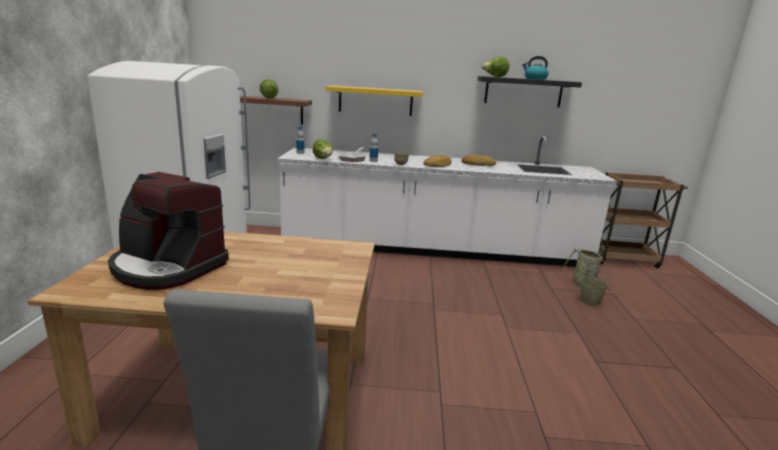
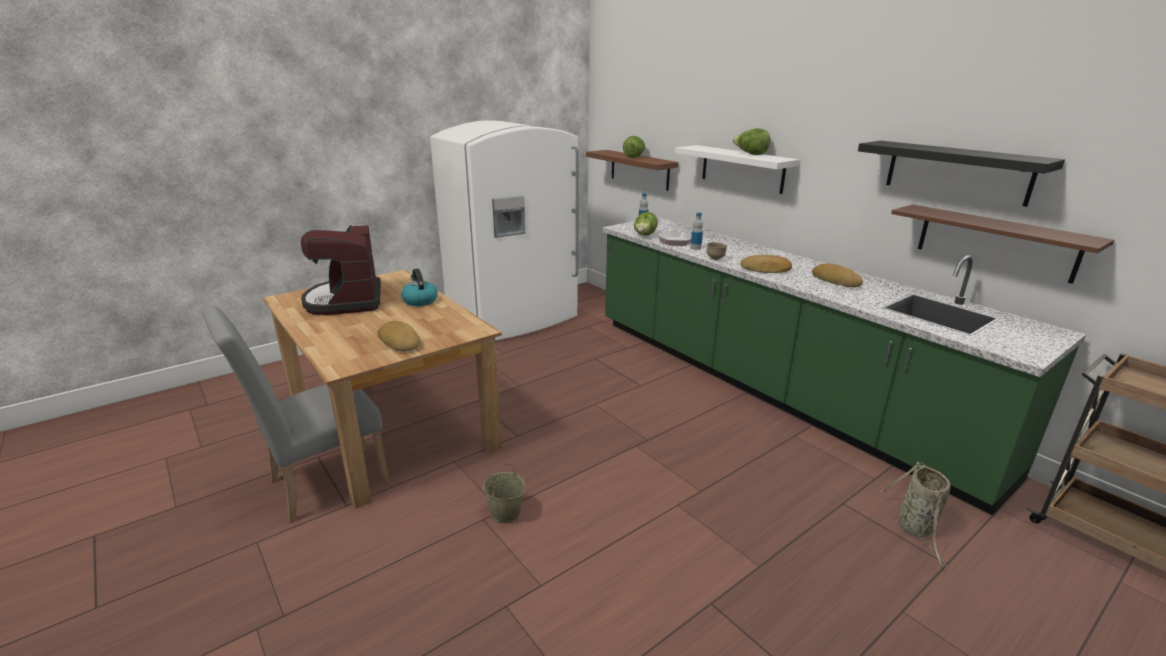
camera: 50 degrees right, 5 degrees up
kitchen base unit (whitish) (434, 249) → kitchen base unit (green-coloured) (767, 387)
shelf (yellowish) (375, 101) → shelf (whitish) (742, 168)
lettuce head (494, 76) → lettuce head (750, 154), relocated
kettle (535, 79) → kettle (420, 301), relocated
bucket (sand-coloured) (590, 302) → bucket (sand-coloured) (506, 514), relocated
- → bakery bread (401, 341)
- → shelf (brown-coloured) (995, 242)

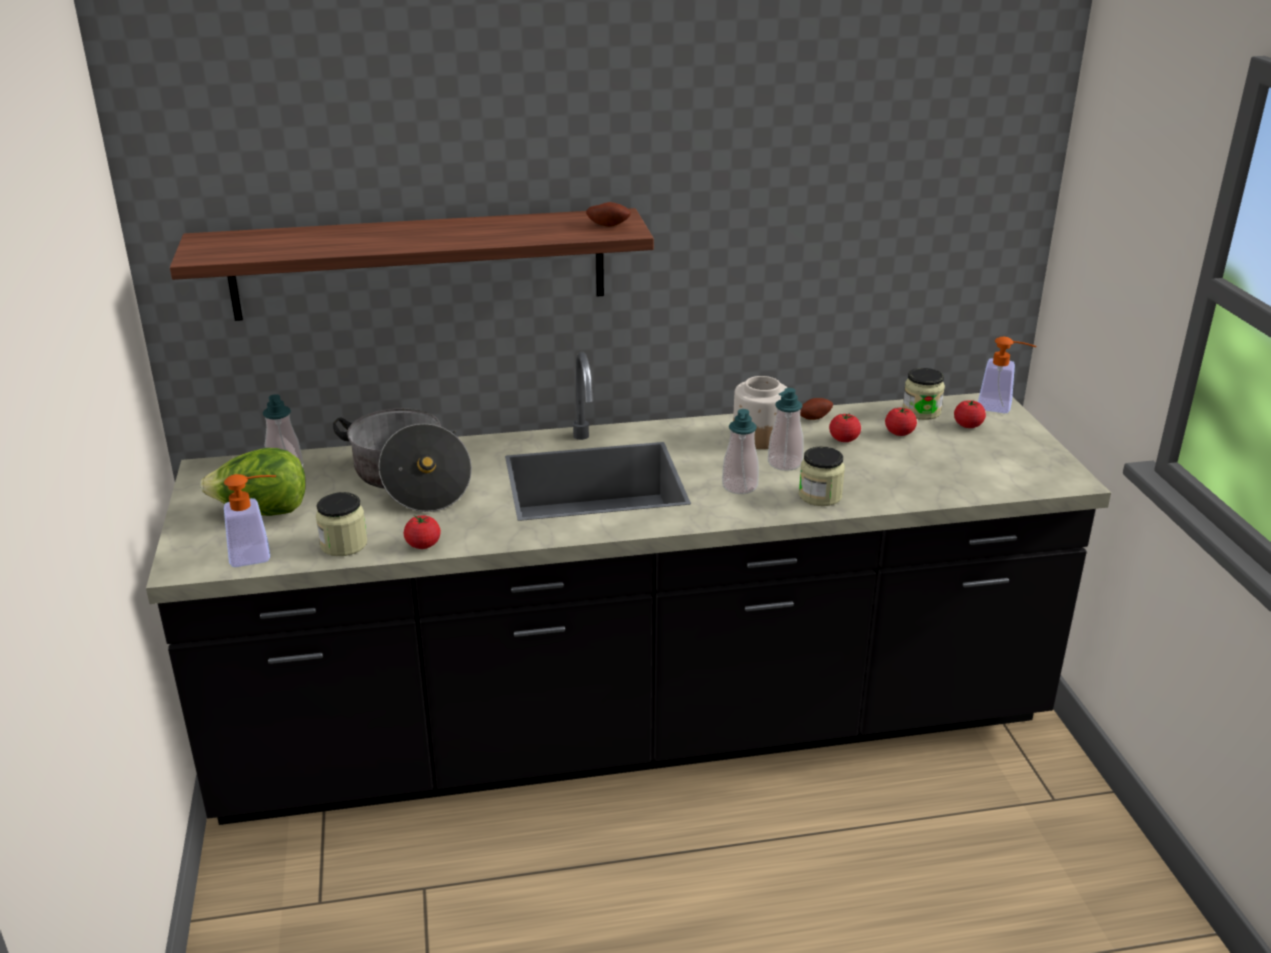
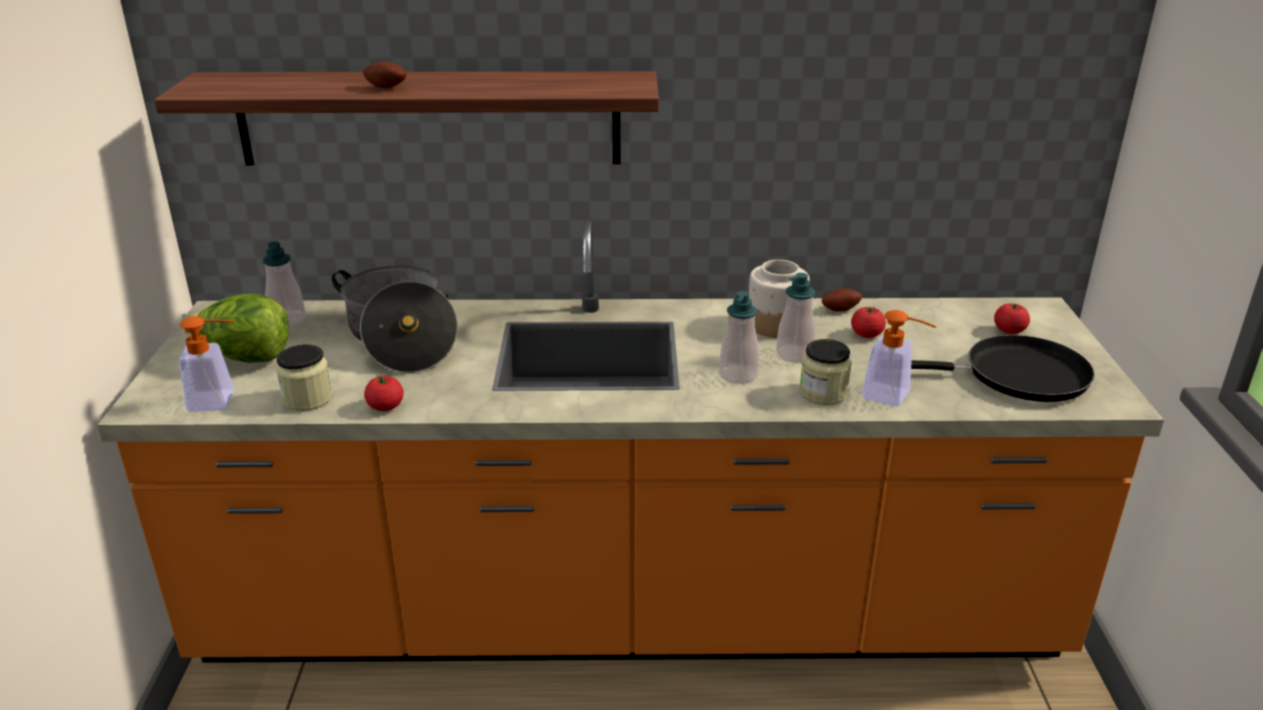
camera: 10 degrees right, 0 degrees up
kitchen base unit (black) (635, 728) → kitchen base unit (orange) (631, 613)
spud (608, 225) → spud (387, 87), relocated
tomato (899, 433) → -
jar (921, 411) → -
soap bottle (1001, 407) → soap bottle (894, 397), relocated
- → skillet (black) (1016, 376)

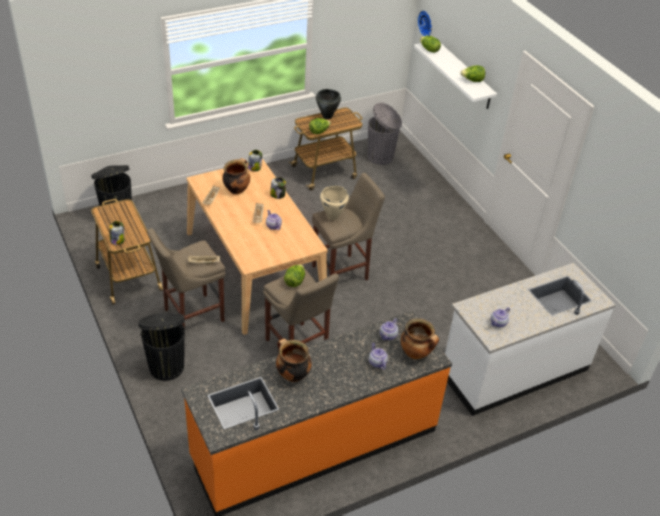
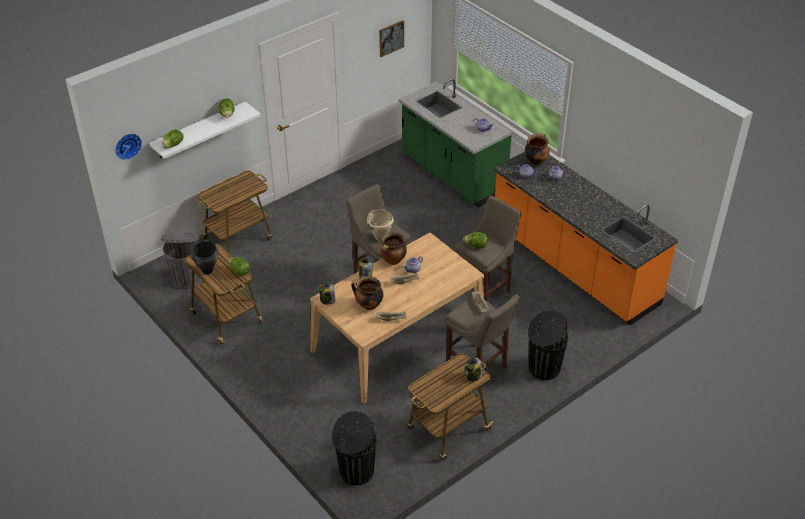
camera: 100 degrees left, 0 degrees up
stockpot (292, 375) → stockpot (393, 261), relocated
kitchen base unit (whitish) (513, 370) → kitchen base unit (green-coloured) (452, 175)
- → trolley (238, 238)
- → picture (391, 38)

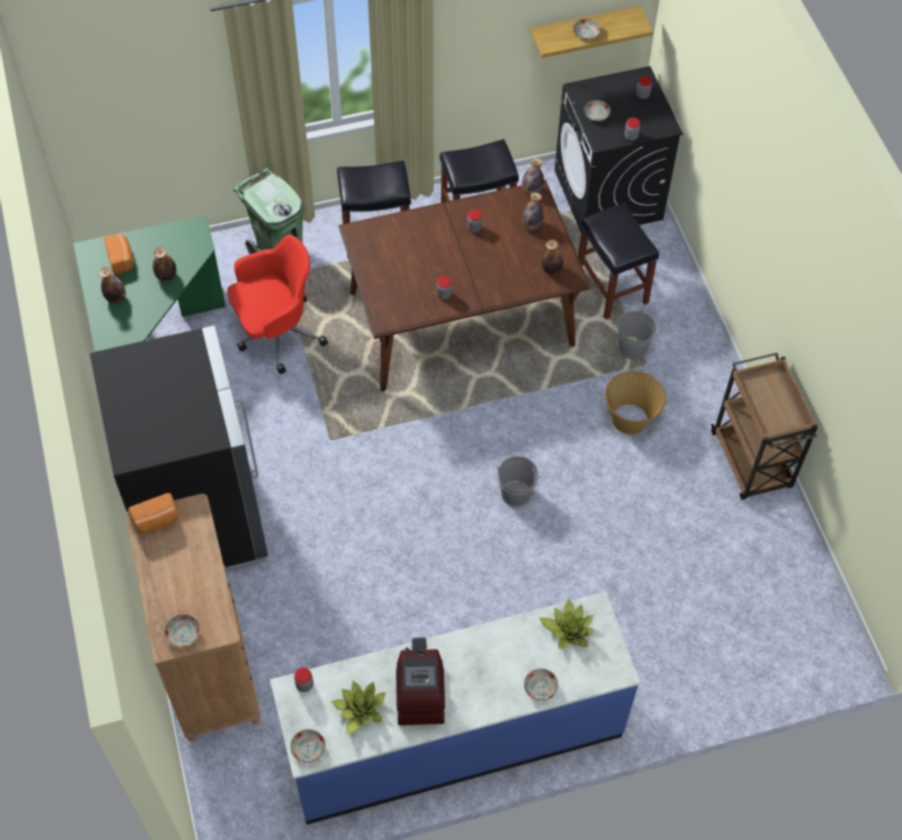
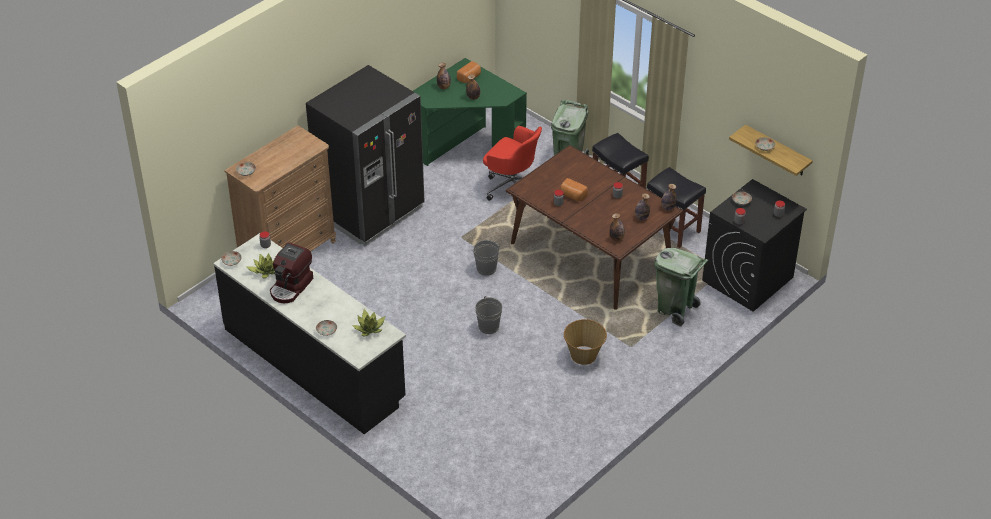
camera: 60 degrees right, 15 degrees down
bakery bread (156, 521) → bakery bread (572, 195), relocated
kitchen base unit (blue-coloured) (453, 736) → kitchen base unit (black) (314, 364)
coffee machine (419, 691) → coffee machine (291, 287), 150 degrees clockwise
stool seat (black) (612, 288) → rubbish bin (green-coloured) (675, 309)
bucket (gray) (632, 348) → bucket (gray) (486, 268), relocated
trolley (brown-coloured) (752, 462) → -

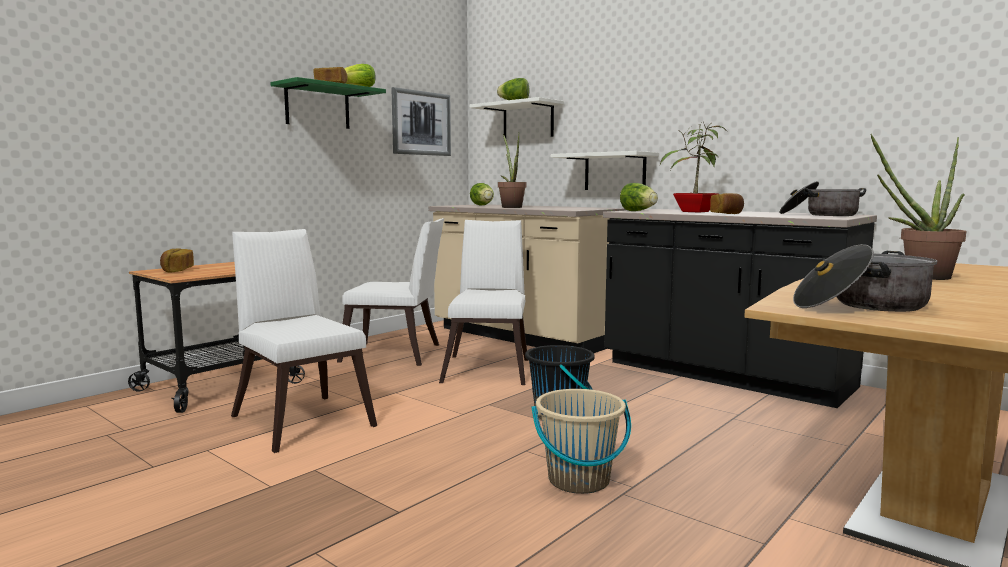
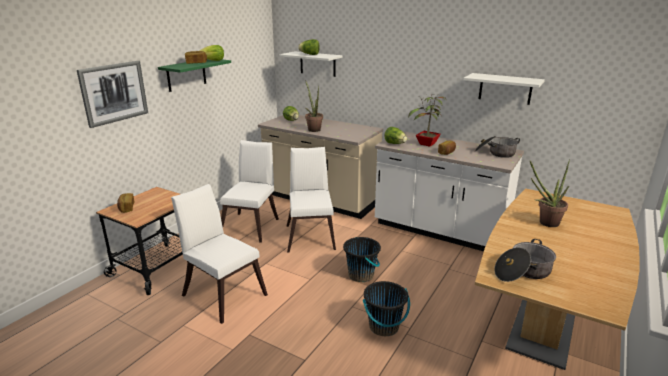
camera: 10 degrees left, 15 degrees up
upright chair (whitish) (397, 355) → upright chair (whitish) (252, 225), 75 degrees counterclockwise
picture (421, 123) → picture (114, 93), relocated
bucket (sand-coloured) (579, 480) → bucket (black) (384, 327)
shelf (whitish) (615, 172) → shelf (whitish) (505, 89), relocated
kitchen base unit (black) (724, 376) → kitchen base unit (whitish) (439, 231)

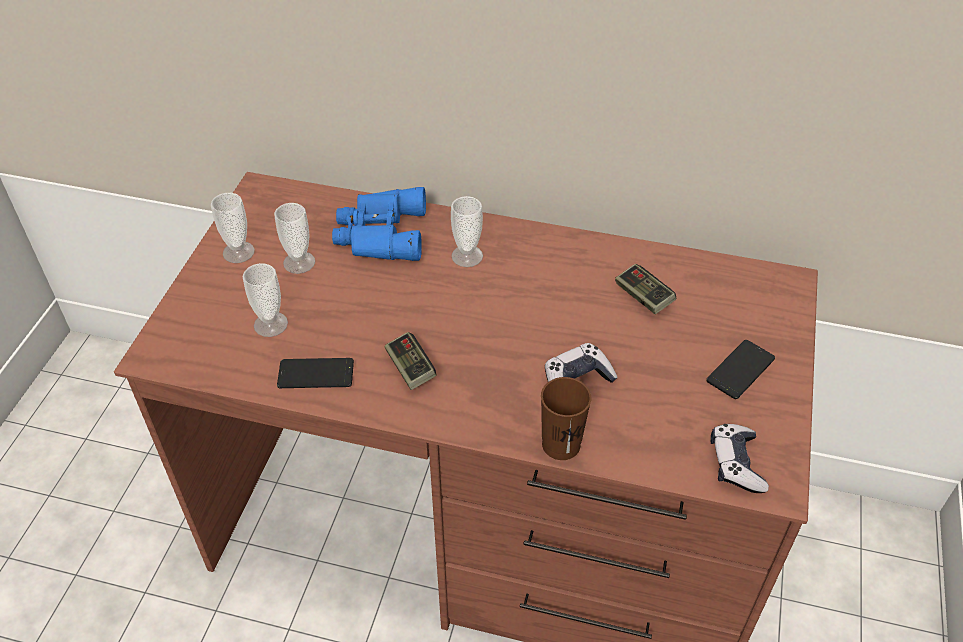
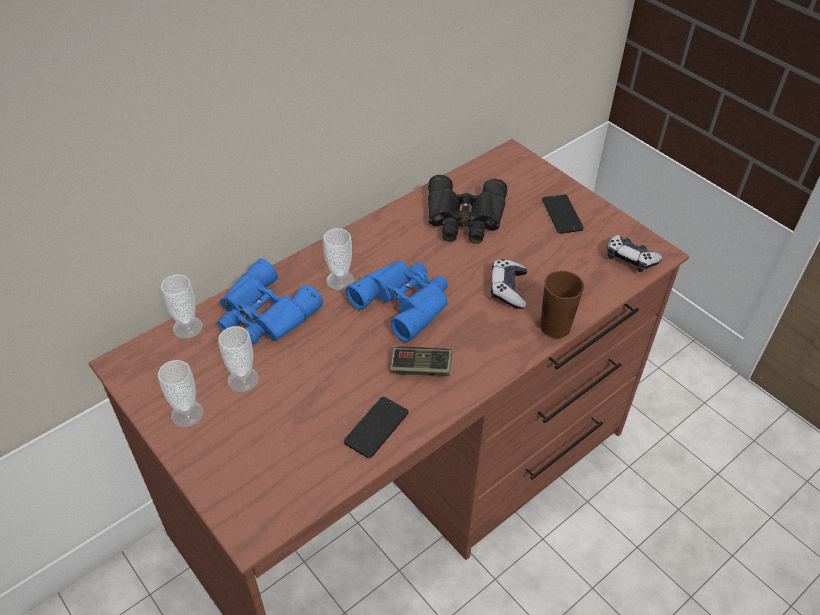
camera: 55 degrees left, 0 degrees up
cup (270, 324) → cup (187, 327), relocated
joypad (643, 296) → field glasses (black) (465, 219)
- → field glasses (blue-coloured) (405, 301)

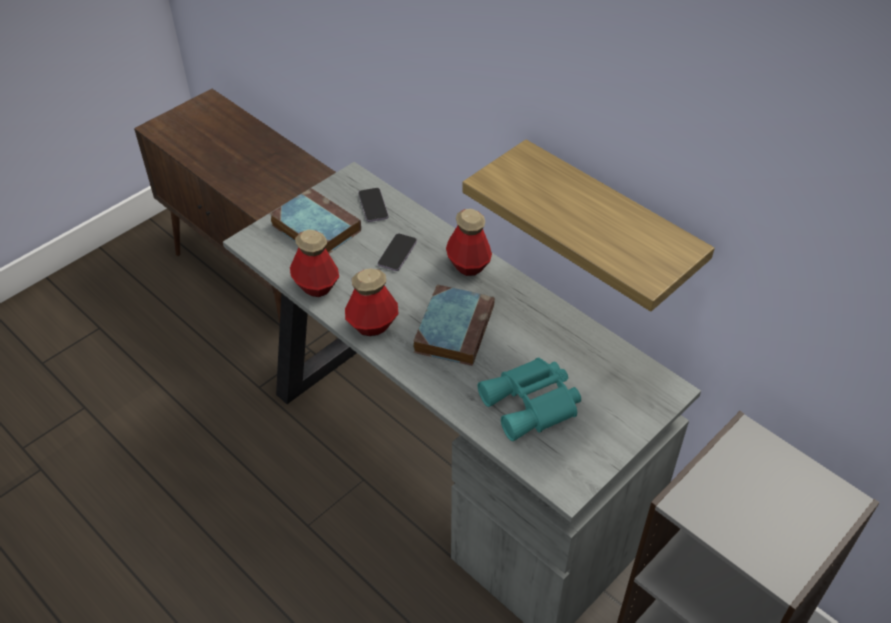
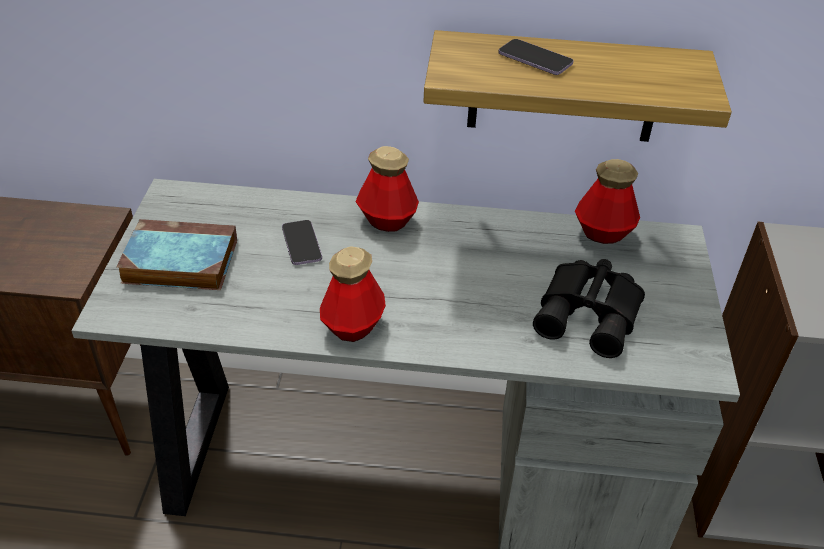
camera: 40 degrees left, 5 degrees down
bottle (316, 286) → bottle (603, 233), relocated
telephone (373, 206) → telephone (535, 59), relocated
volume (454, 328) → -
field glasses (blue-green) (532, 405) → field glasses (black) (591, 314)

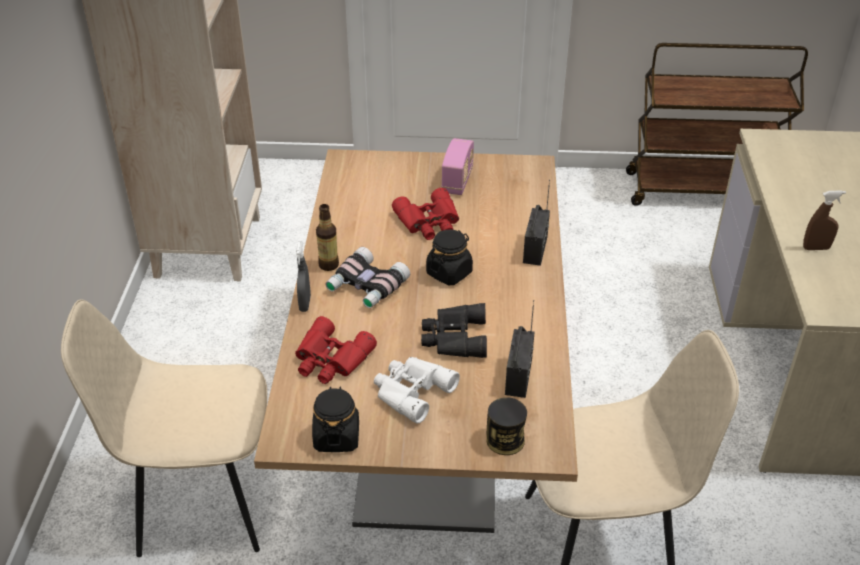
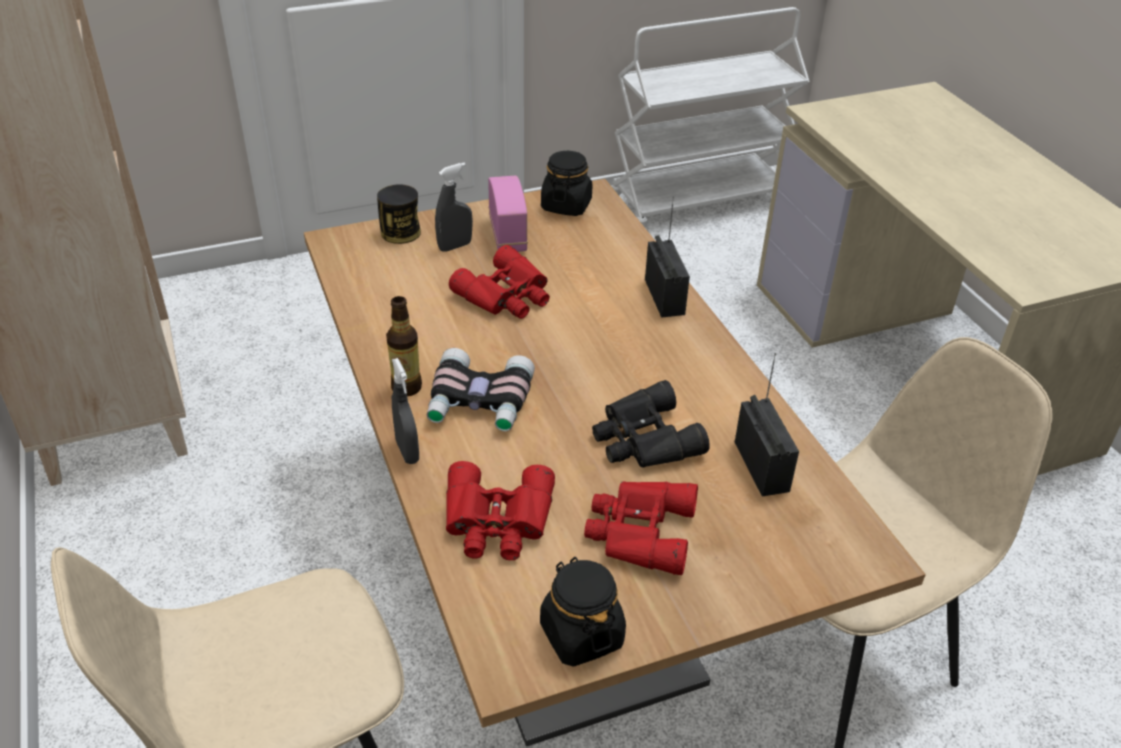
camera: 25 degrees left, 0 degrees up
field glasses (whitish) (410, 391) → field glasses (reddish) (638, 531)
jar (black) (449, 273) → jar (black) (566, 205), relocated
sealed can (505, 440) → sealed can (400, 232), relocated
trolley (brown-coloured) (701, 190) → trolley (whitish) (697, 202)
hand sprayer (brown-coloured) (816, 248) → -
- → hand sprayer (gray) (455, 246)

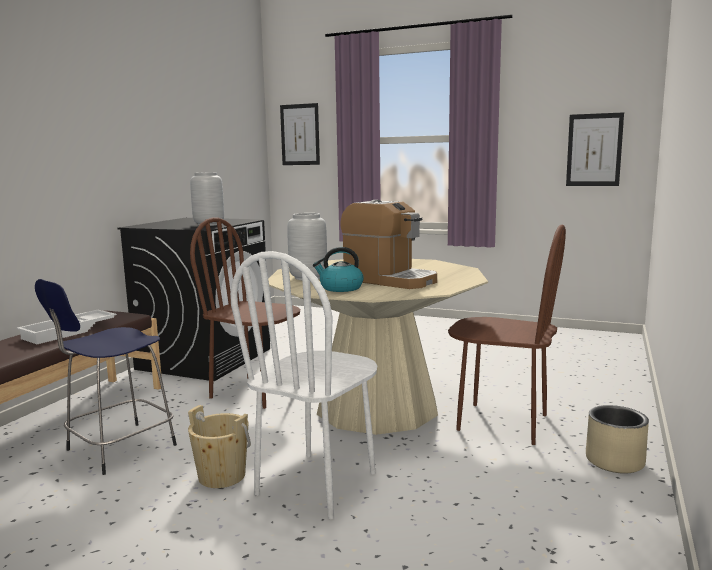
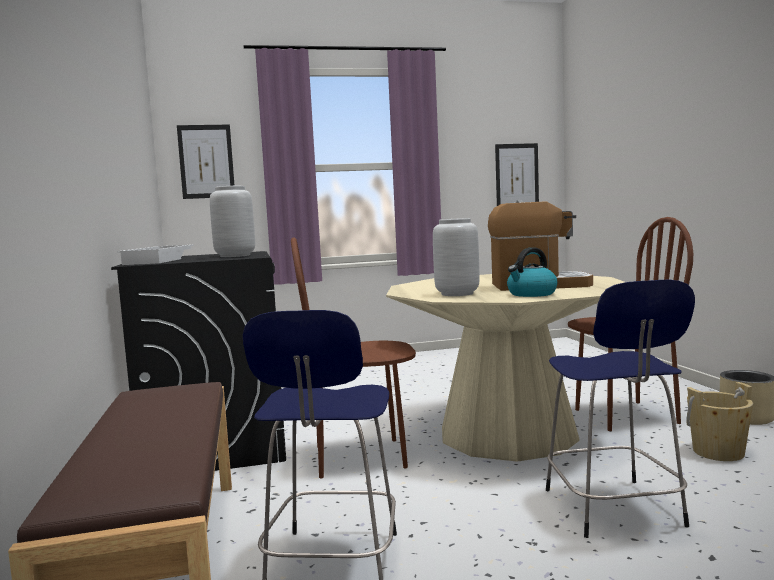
camera: 35 degrees left, 5 degrees down
tray (whitish) (69, 332) → tray (whitish) (160, 260), relocated
bucket (sand-coloured) (222, 476) → bucket (sand-coloured) (718, 452), relocated
upright chair (whitish) (317, 484) → stool seat (blue-coloured) (614, 510)

